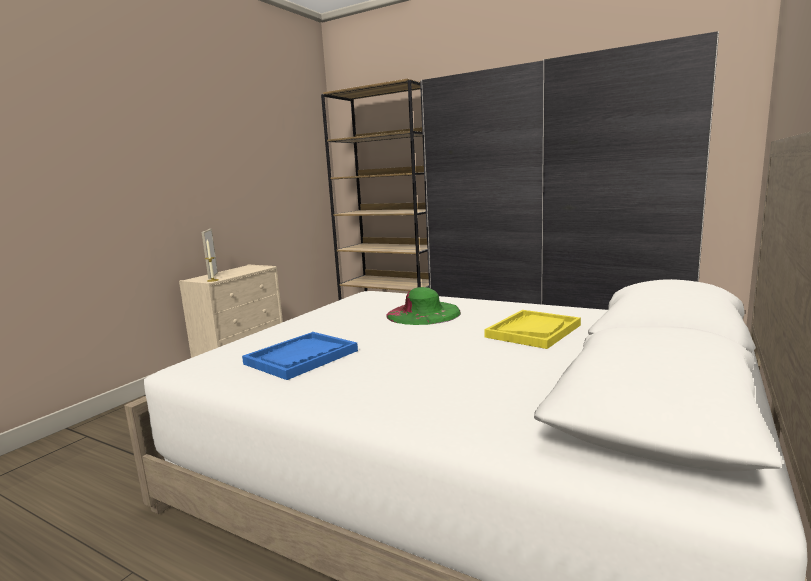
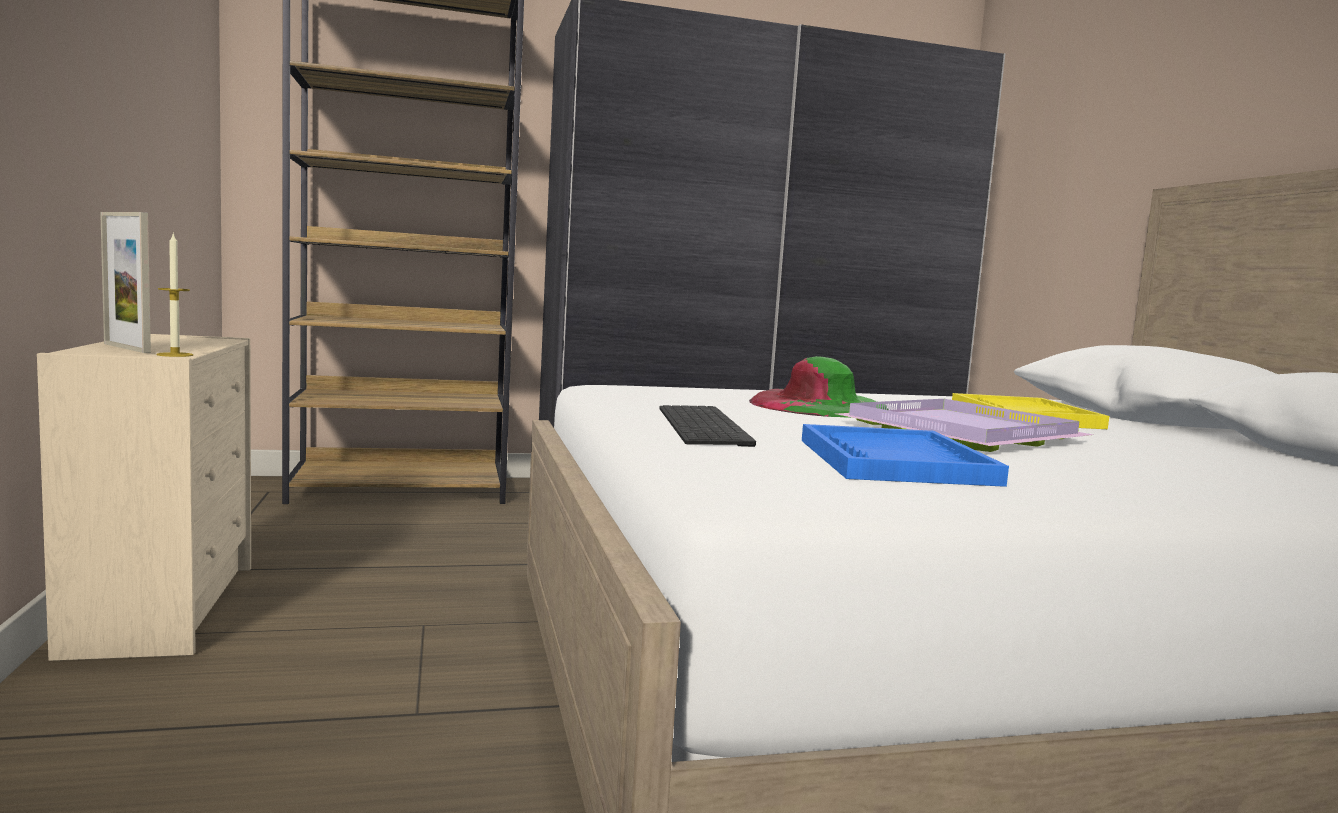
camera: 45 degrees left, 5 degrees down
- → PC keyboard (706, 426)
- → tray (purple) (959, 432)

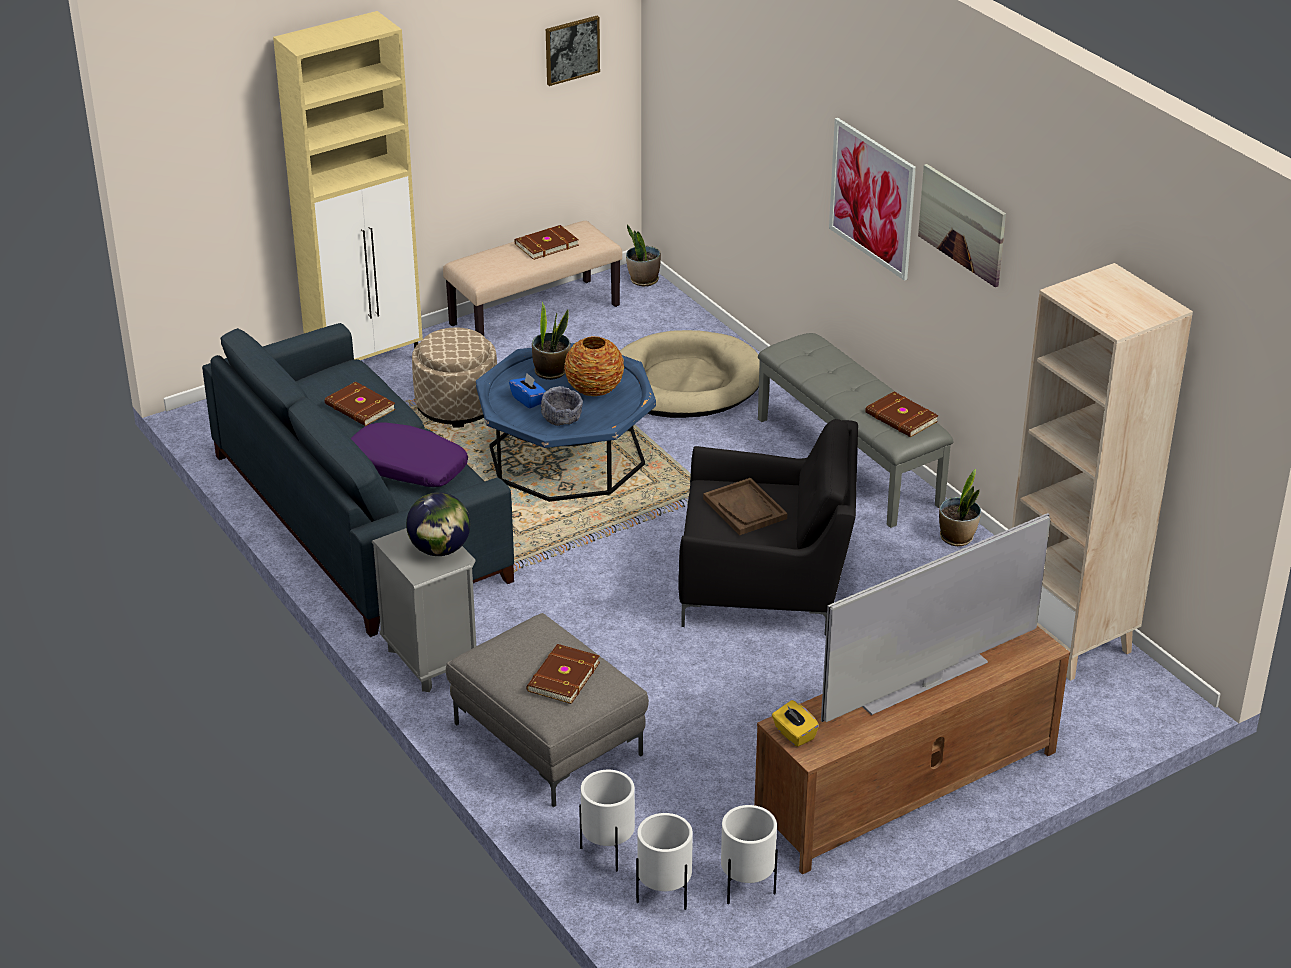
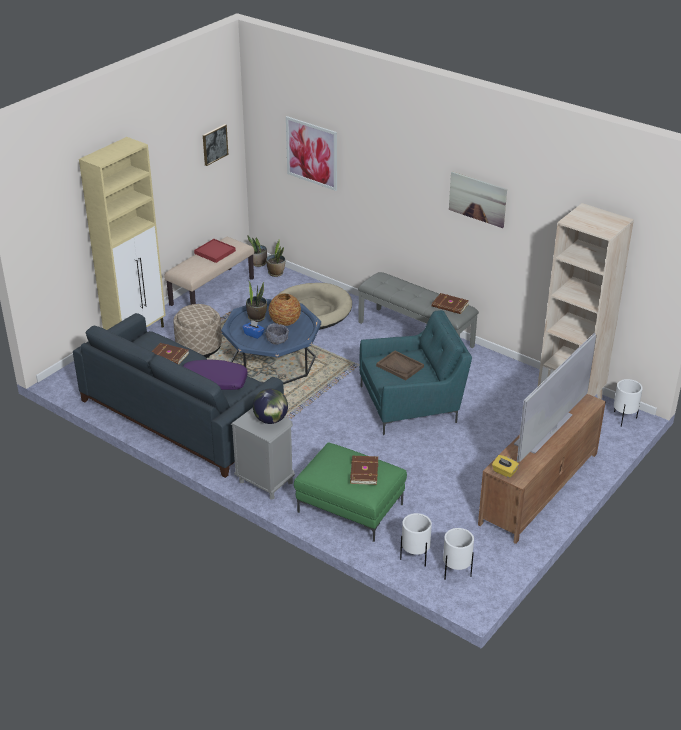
camera: 20 degrees left, 0 degrees up
ottoman (gray) (545, 739) → ottoman (green-coloured) (349, 508)
volume (brown-coloured) (545, 244) → tray (reddish) (214, 252)
easy chair (black) (767, 583) → easy chair (blue-green) (412, 403)
plant pot (whitish) (746, 888) → plant pot (whitish) (623, 419), relocated
picture (872, 198) → picture (312, 153), relocated
potted plant (957, 538) → potted plant (276, 273), relocated

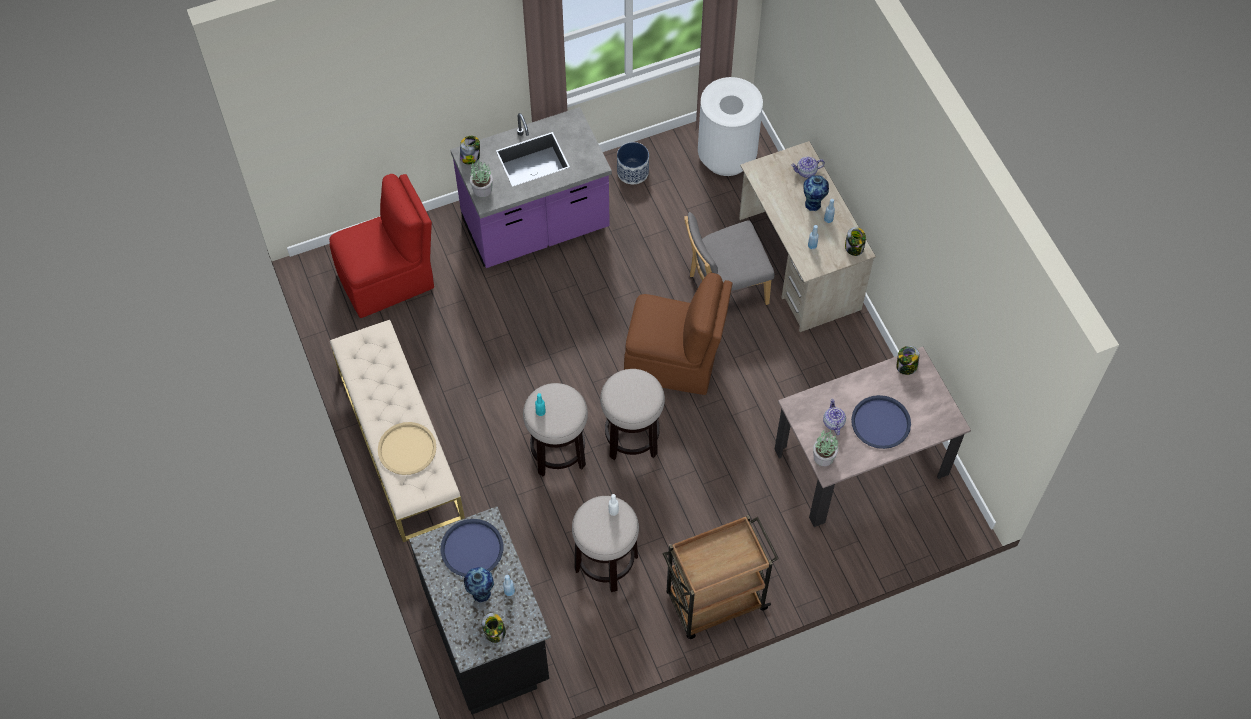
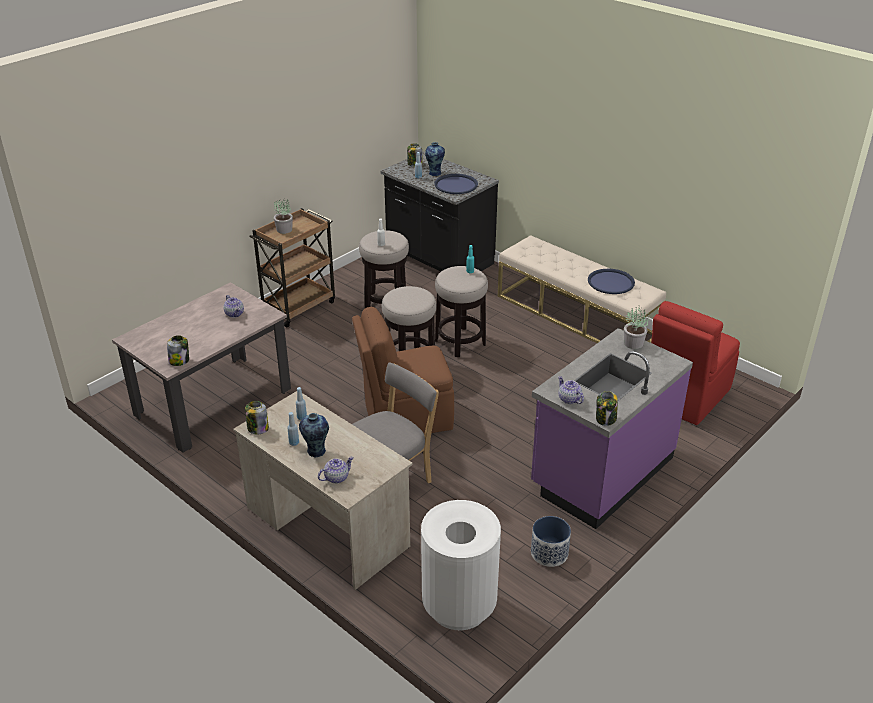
camera: 155 degrees right, 25 degrees down
tray (sand-coloured) (407, 449) → -
jar (470, 156) → jar (605, 419), relocated
potted plant (823, 456) → potted plant (284, 230), relocated
tray (blue-coloured) (880, 423) → tray (blue-coloured) (610, 282), relocated
- → teapot (569, 399)

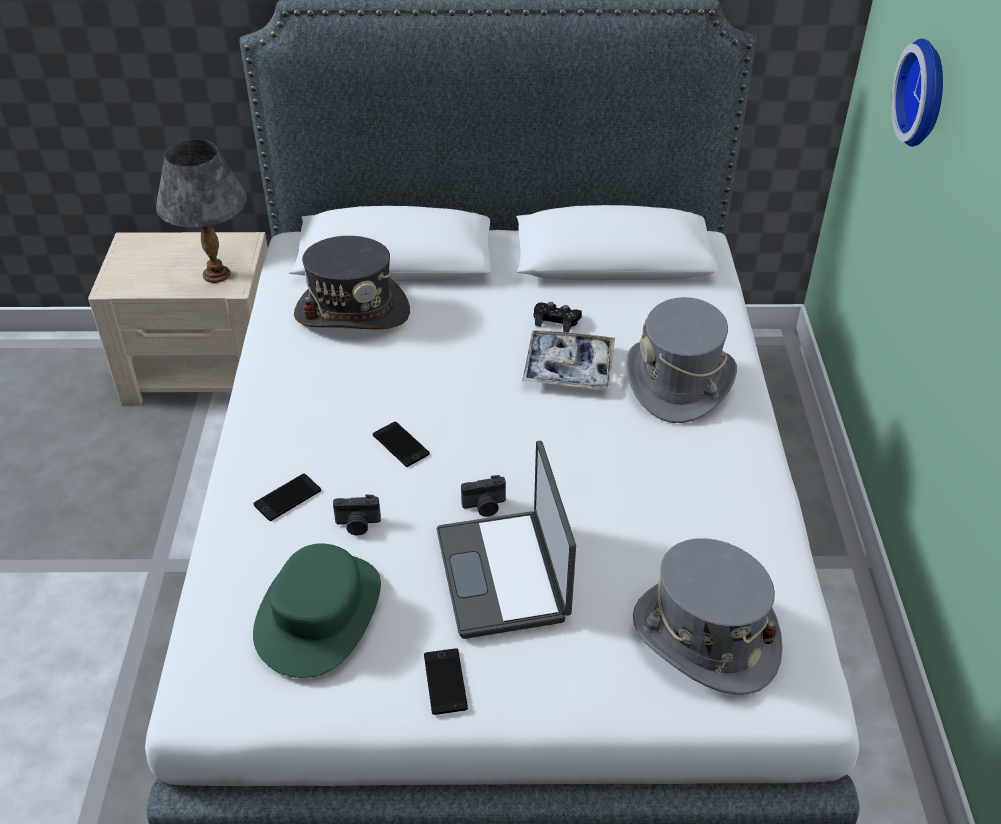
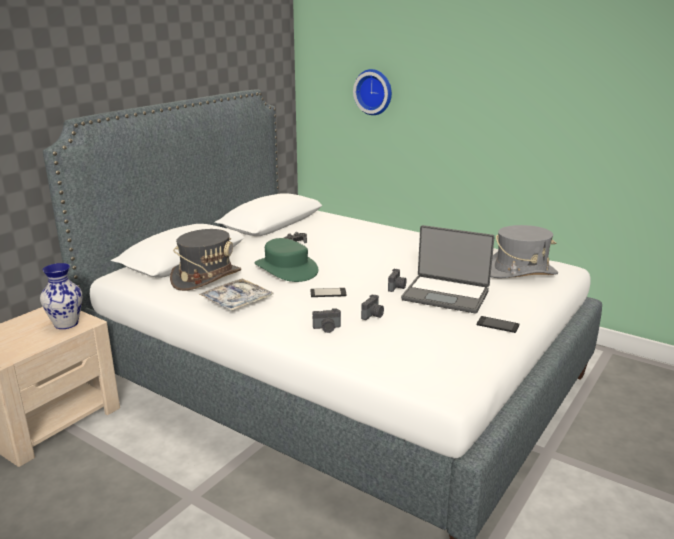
camera: 55 degrees left, 20 degrees down
tabletop lamp (gray) (216, 274) → decorative vase (65, 324)
telephone (287, 498) → still camera (327, 328)
hat (green-coloured) (320, 614) → hat (green-coloured) (286, 269), relocated
tray (568, 368) → tray (236, 301), relocated
hat (gray) (679, 382) → -

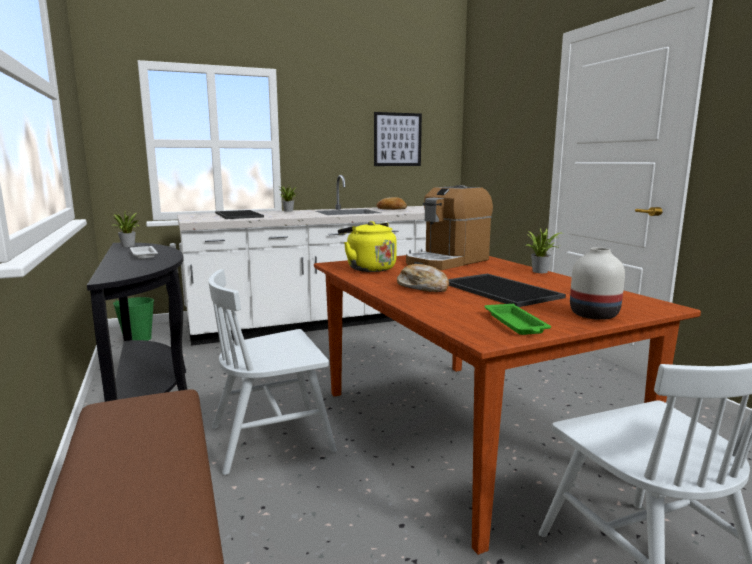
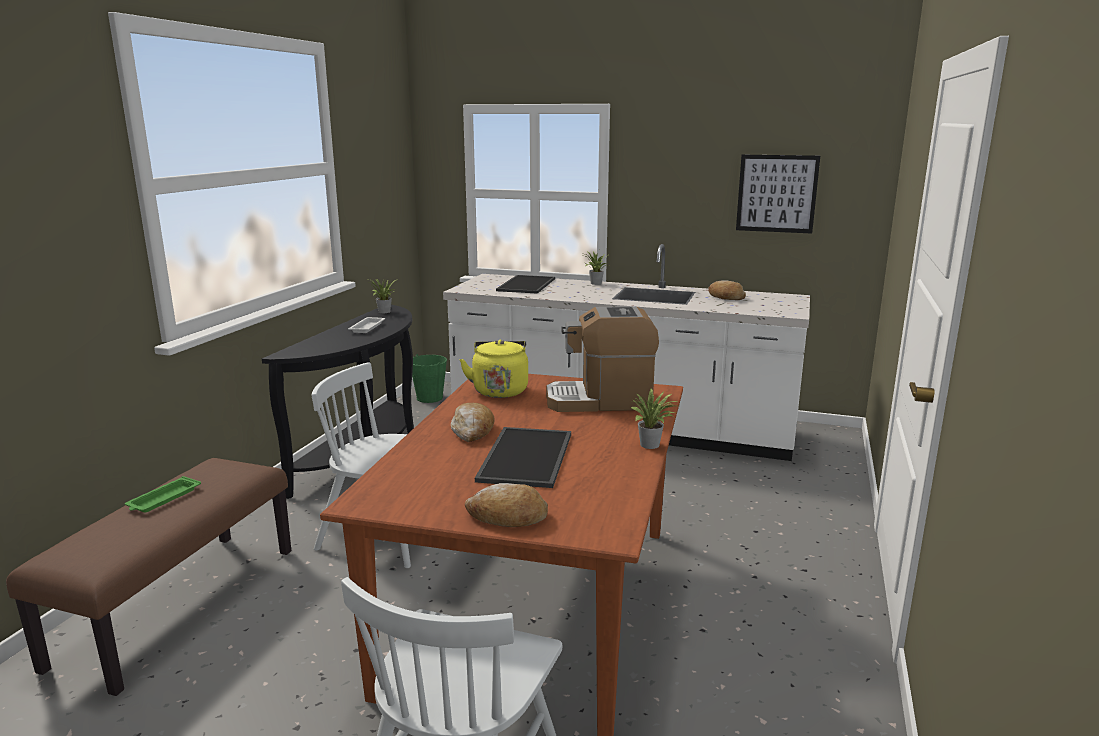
camera: 40 degrees right, 5 degrees up
tray (green-coloured) (516, 324) → tray (green-coloured) (163, 499), relocated
decorative vase (whitish) (594, 315) → bakery bread (507, 517)

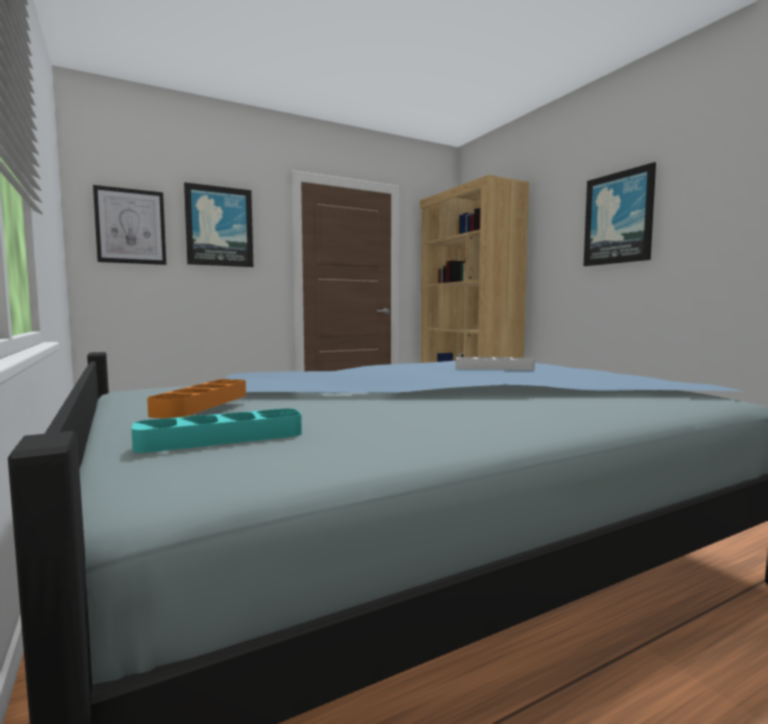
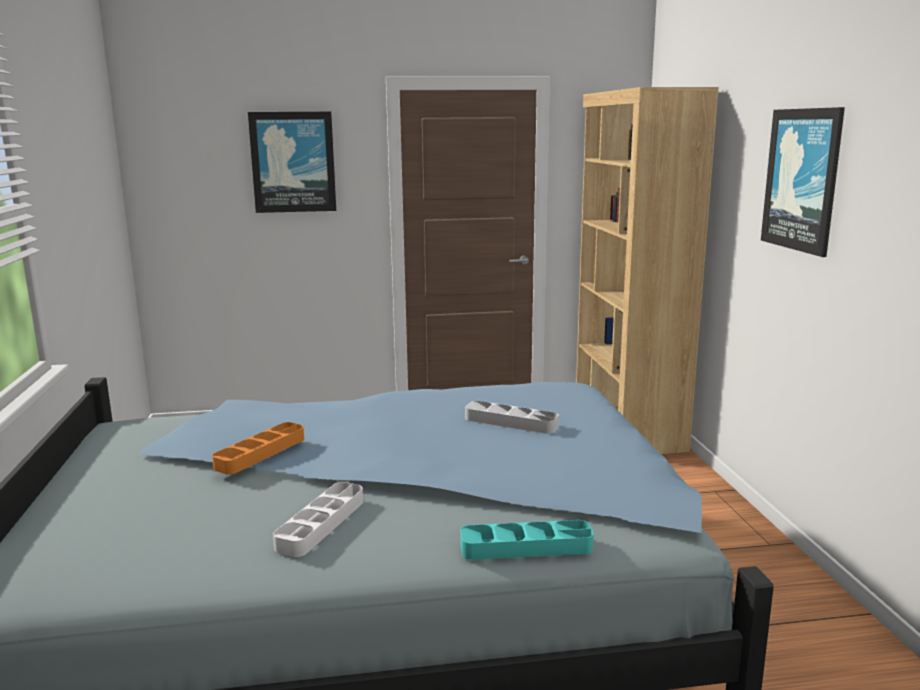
camera: 20 degrees right, 10 degrees up
picture (131, 226) → -
tray (blue-green) (221, 438) → tray (blue-green) (526, 547), relocated
tray (orange) (202, 404) → tray (orange) (260, 453), relocated
- → tray (whitish) (321, 524)

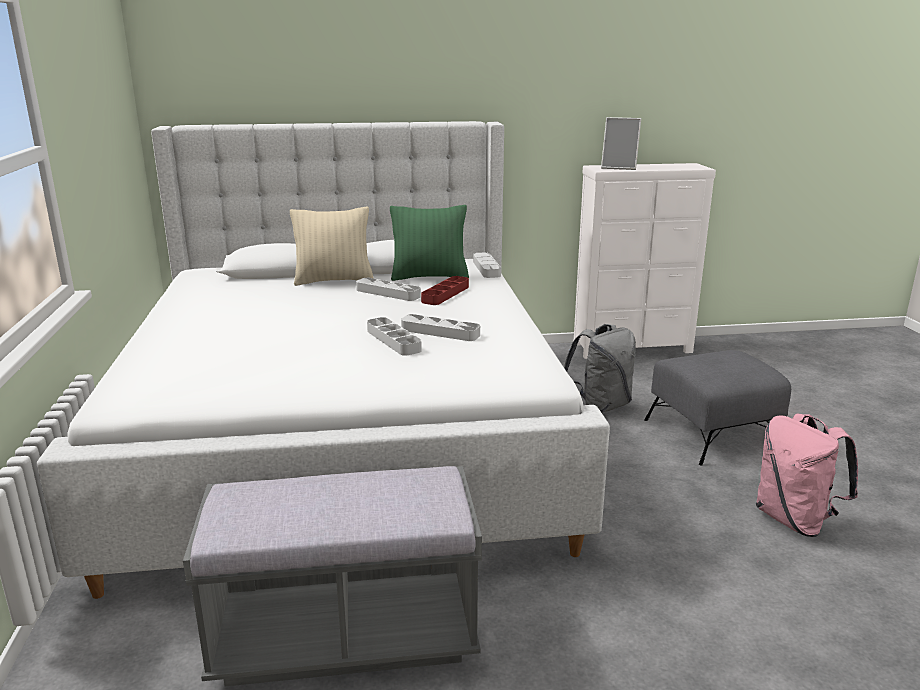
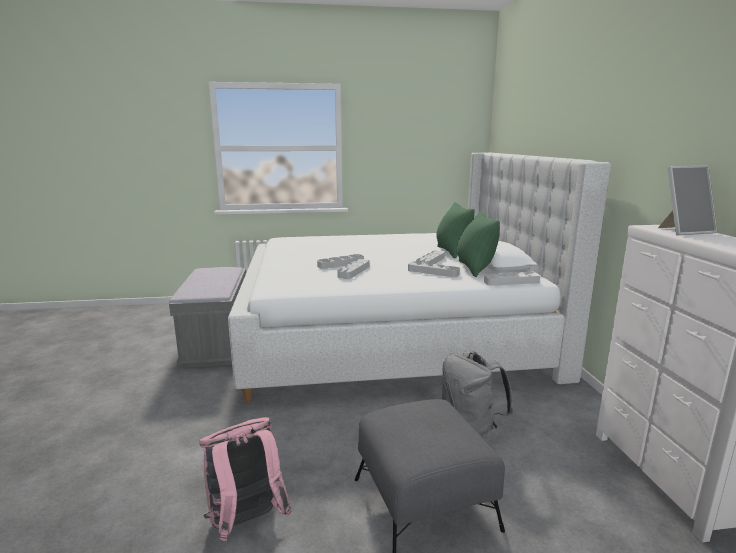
camera: 90 degrees right, 5 degrees down
throw pillow (sand-coloured) (334, 281) → throw pillow (green-coloured) (452, 252)
tray (reddish) (445, 294) → tray (gray) (433, 272)
photo frame (619, 167) → photo frame (683, 231), 120 degrees counterclockwise

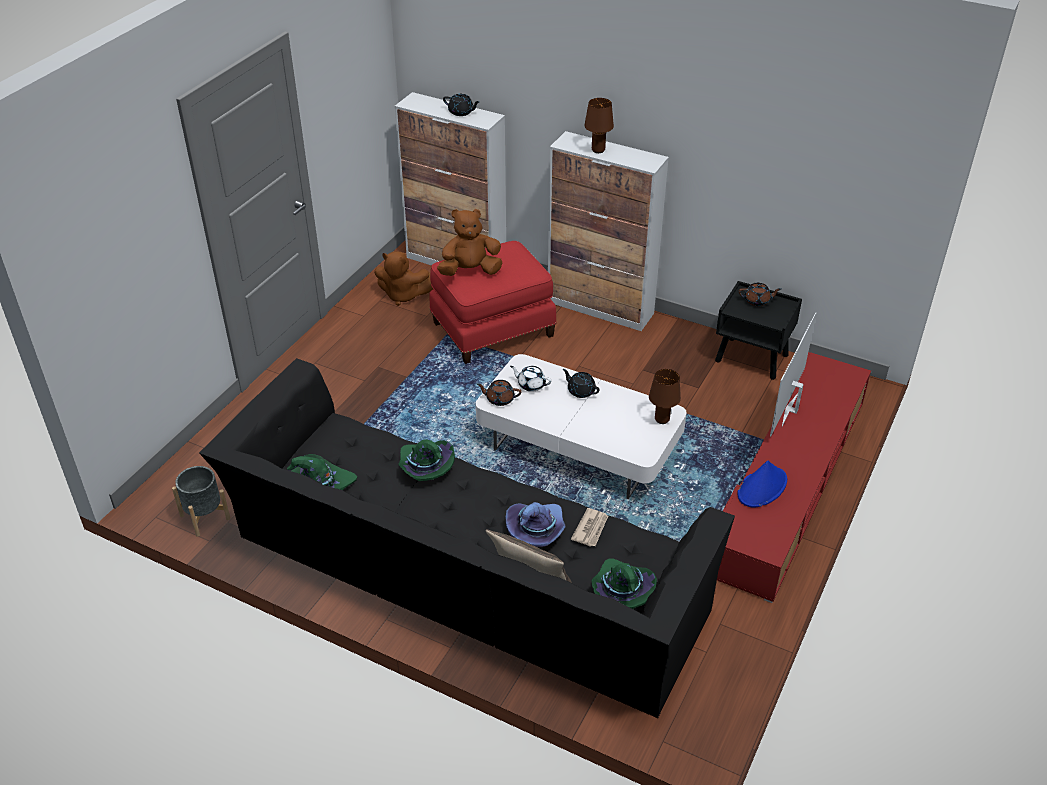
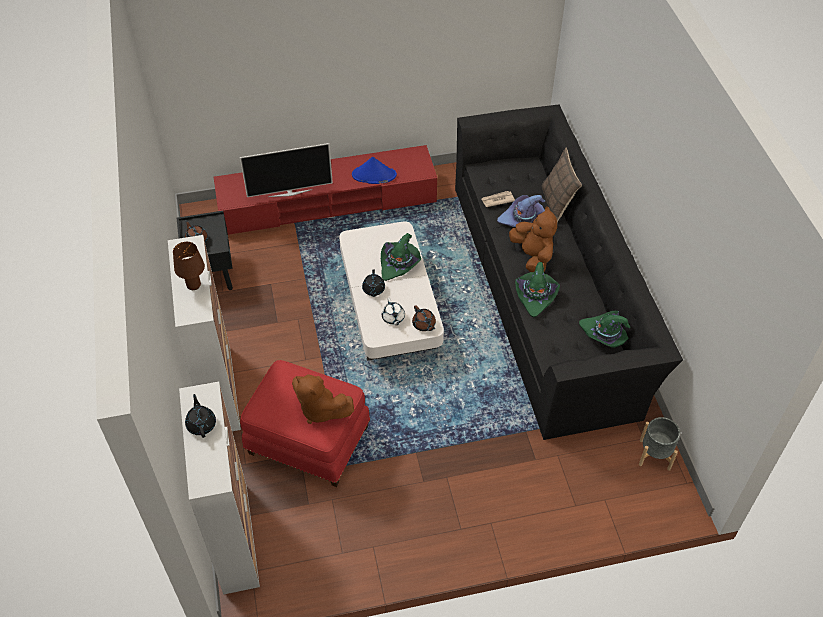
camera: 130 degrees left, 10 degrees up
soft toy (brown-coloured) (403, 295) → soft toy (brown-coloured) (532, 256), relocated
hat (green-coloured) (621, 590) → hat (green-coloured) (399, 264), relocated
tabletop lamp (brown-coloured) (661, 419) → -

